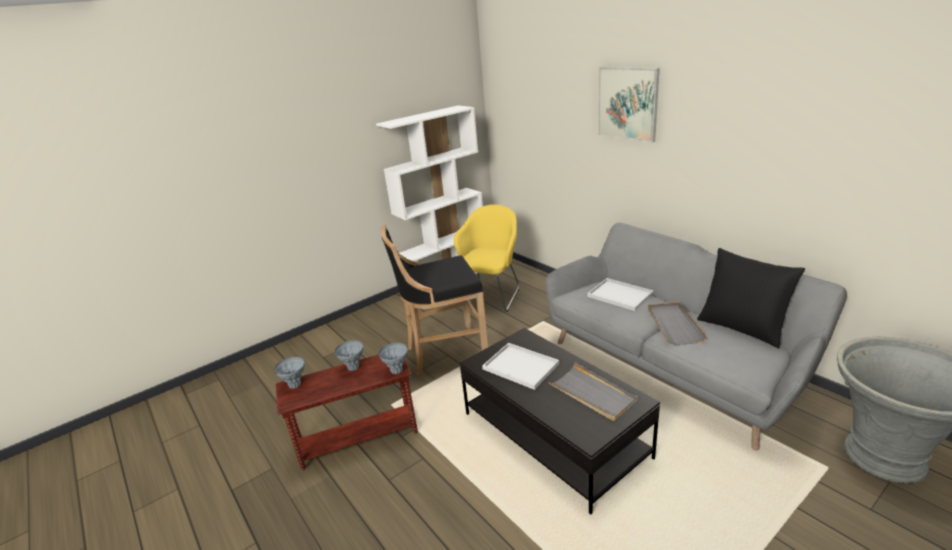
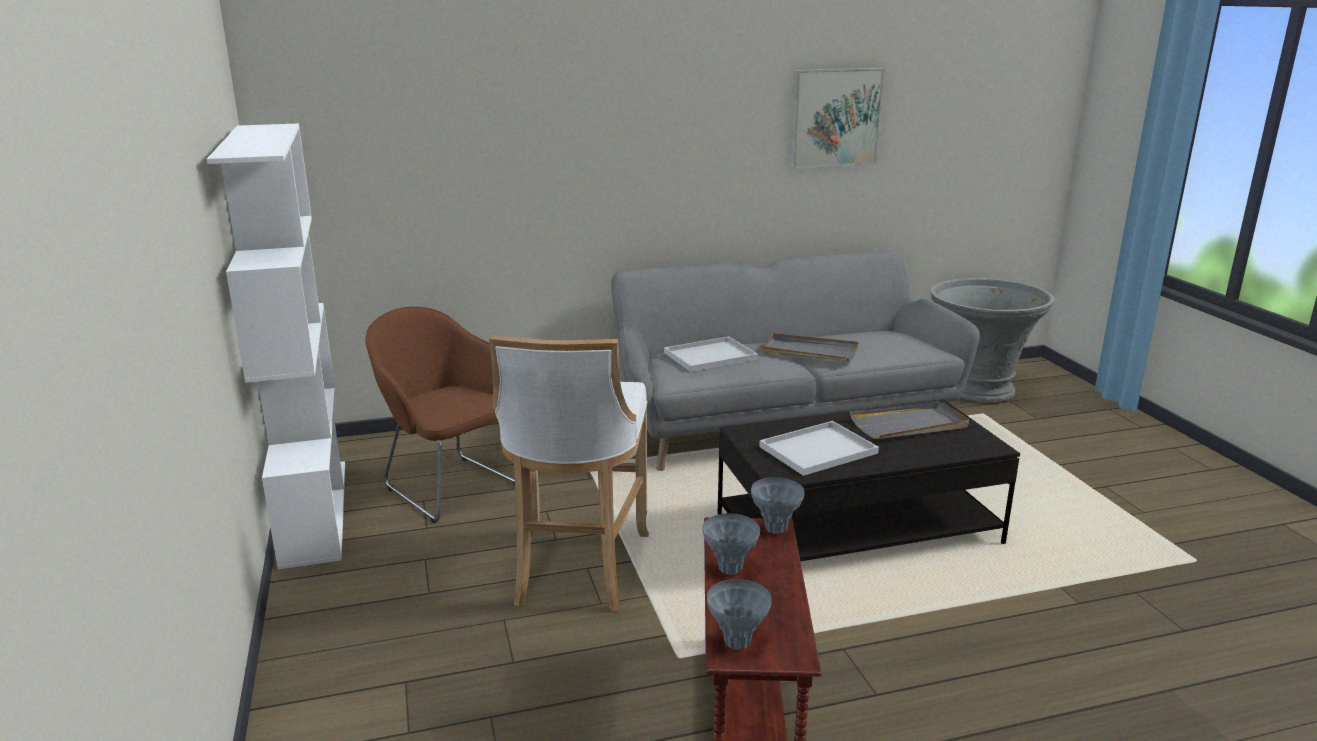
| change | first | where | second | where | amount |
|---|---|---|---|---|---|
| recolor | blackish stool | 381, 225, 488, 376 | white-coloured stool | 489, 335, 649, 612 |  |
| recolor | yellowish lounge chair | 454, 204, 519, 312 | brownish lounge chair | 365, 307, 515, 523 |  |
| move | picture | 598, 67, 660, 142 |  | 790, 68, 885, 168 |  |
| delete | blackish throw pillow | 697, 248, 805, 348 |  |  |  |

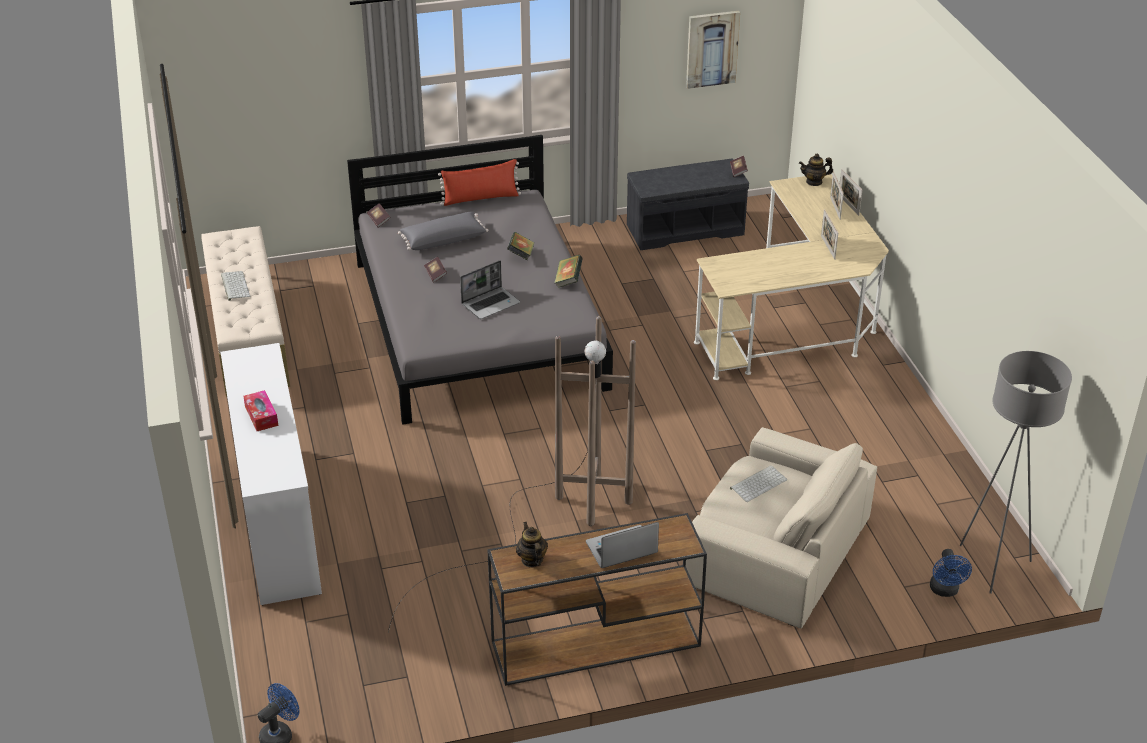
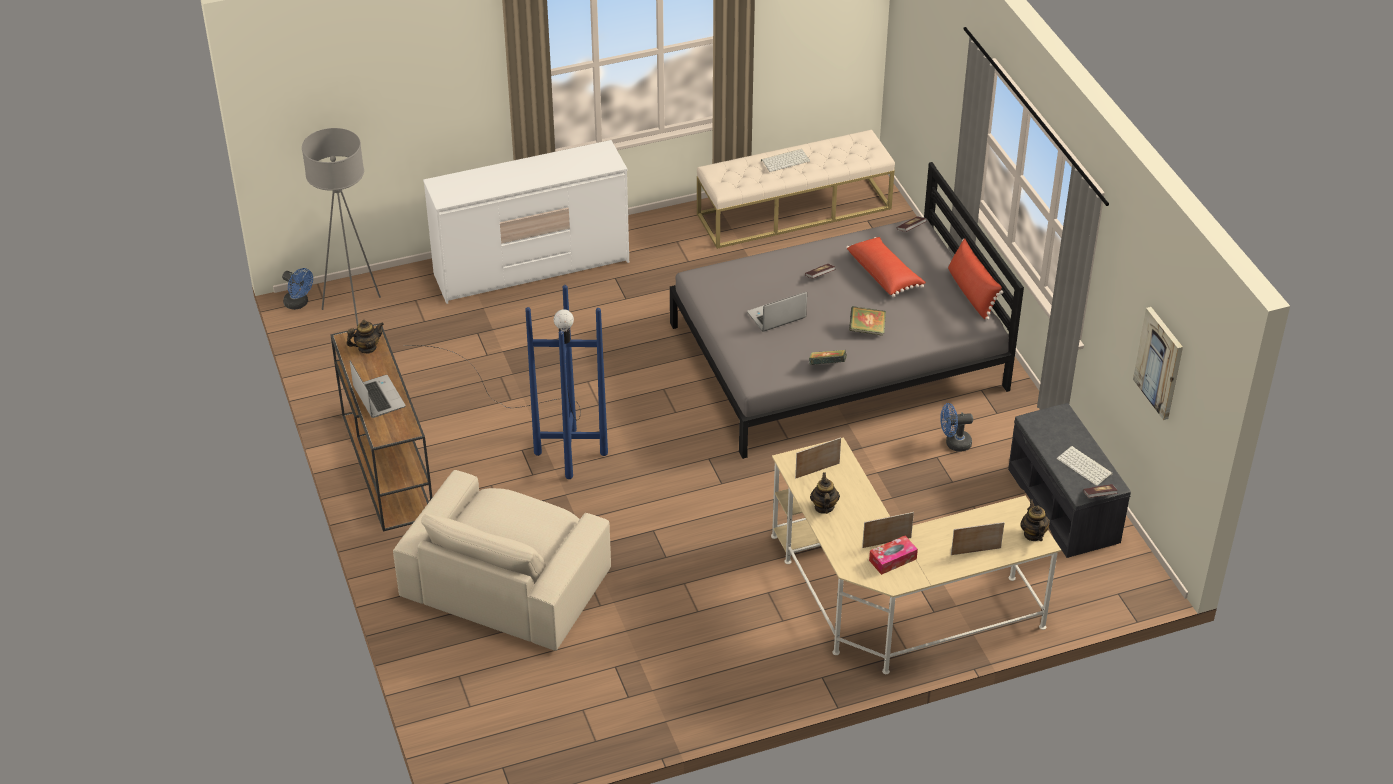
| change | first | where | second | where | amount |
|---|---|---|---|---|---|
| move | box of tissues | 243, 390, 279, 431 |  | 869, 535, 918, 575 |  |
| recolor | brownish standing lamp | 388, 316, 636, 633 | blue standing lamp | 403, 285, 608, 479 |  |
| recolor | greyish throw pillow | 398, 211, 488, 250 | red-coloured throw pillow | 846, 237, 926, 298 |  |
| rotate | laptop | 460, 261, 520, 319 |  | 747, 292, 807, 331 | 105 degrees clockwise |
| move | keyboard | 730, 465, 787, 502 |  | 1057, 446, 1113, 486 |  |
| move | standing frame | 840, 169, 863, 216 |  | 795, 437, 841, 479 |  |
| move | blue cooling fan | 930, 549, 972, 597 |  | 940, 403, 973, 452 |  |
| move | greyish standing lamp | 960, 351, 1072, 594 |  | 302, 128, 381, 326 |  |
| insert |  |  | pot for tea | 810, 472, 840, 514 |  |

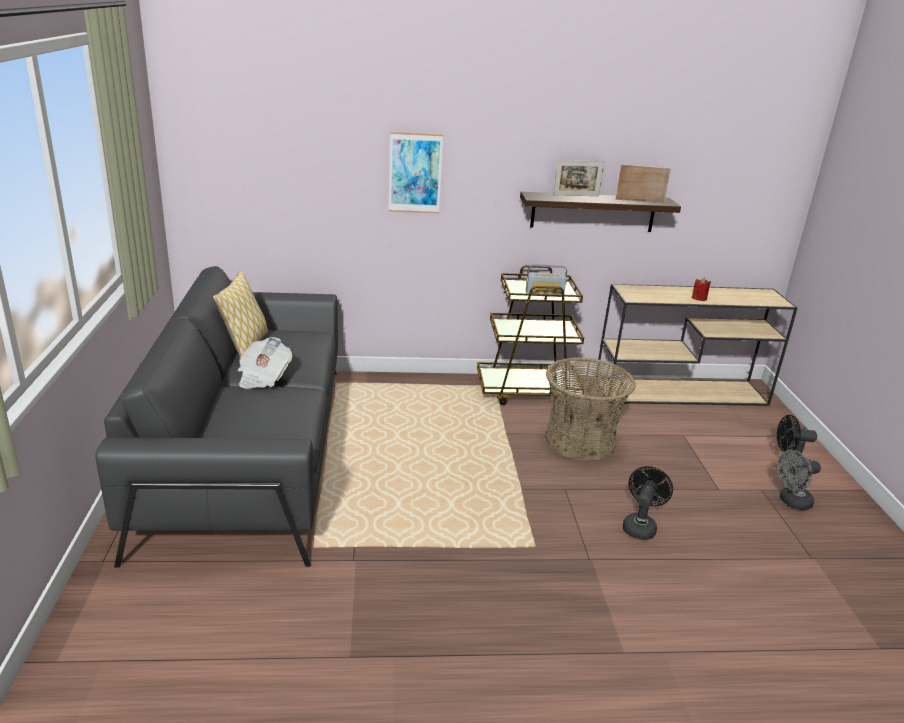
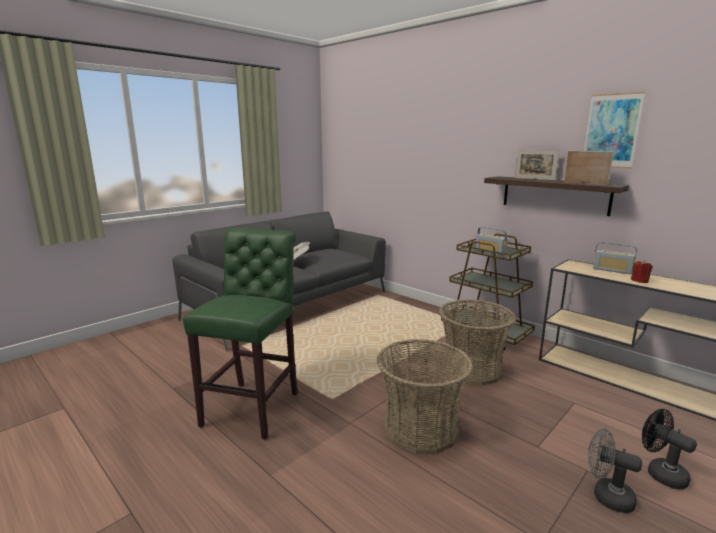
| change | first | where | second | where | amount |
|---|---|---|---|---|---|
| delete | throw pillow | 213, 271, 268, 357 |  |  |  |
| move | picture | 389, 132, 443, 213 |  | 584, 92, 645, 169 |  |
| replace | blackish cooling fan | 623, 466, 673, 540 | storage basket | 377, 339, 473, 454 |  |
| insert |  |  | green-coloured stool | 183, 228, 298, 440 |  |
| insert |  |  | radio set | 593, 242, 637, 274 |  |

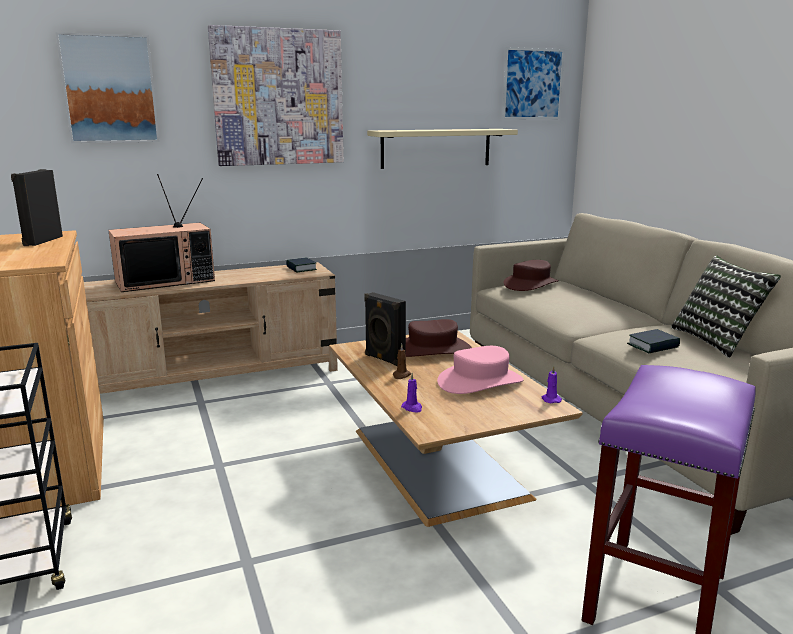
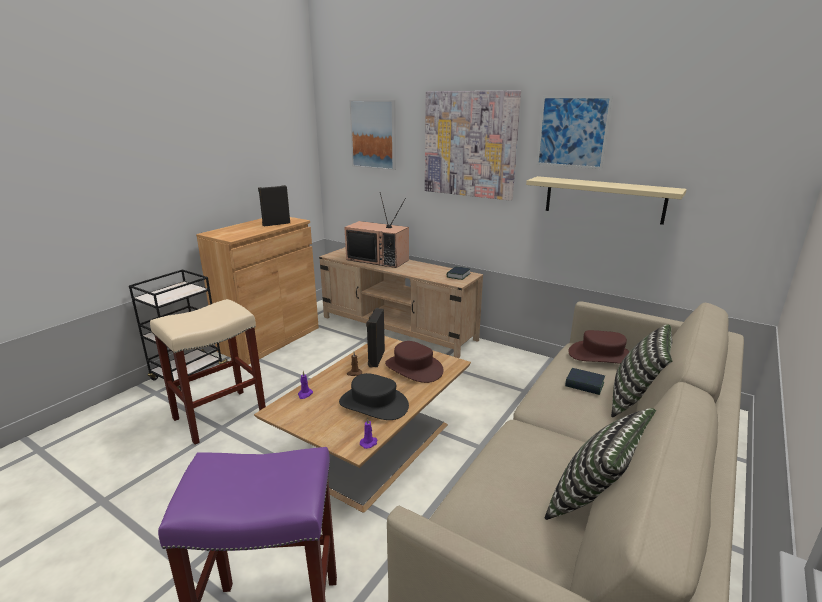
| change | first | where | second | where | amount |
|---|---|---|---|---|---|
| recolor | pink-coloured hat | 437, 346, 524, 394 | blackish hat | 339, 373, 409, 420 |  |
| move | picture | 502, 47, 565, 120 |  | 536, 96, 613, 169 |  |
| move | bound book | 627, 329, 680, 353 |  | 565, 368, 605, 395 |  |
| insert |  |  | beige stool | 150, 299, 266, 444 |  |
| insert |  |  | throw pillow | 611, 324, 672, 417 |  |

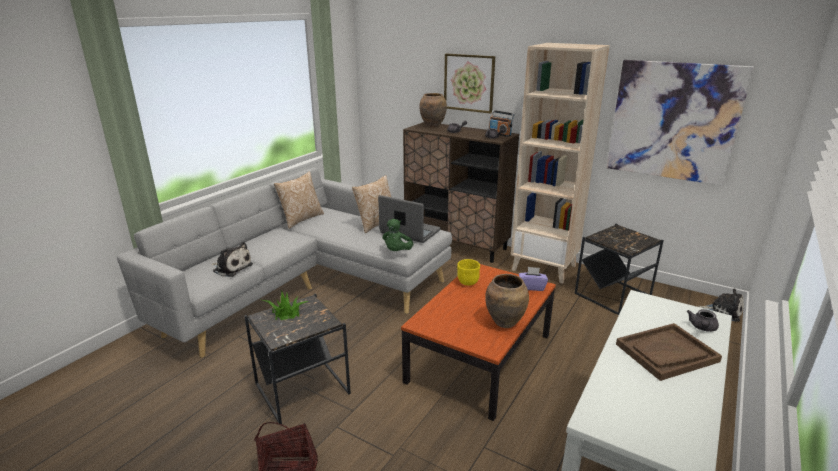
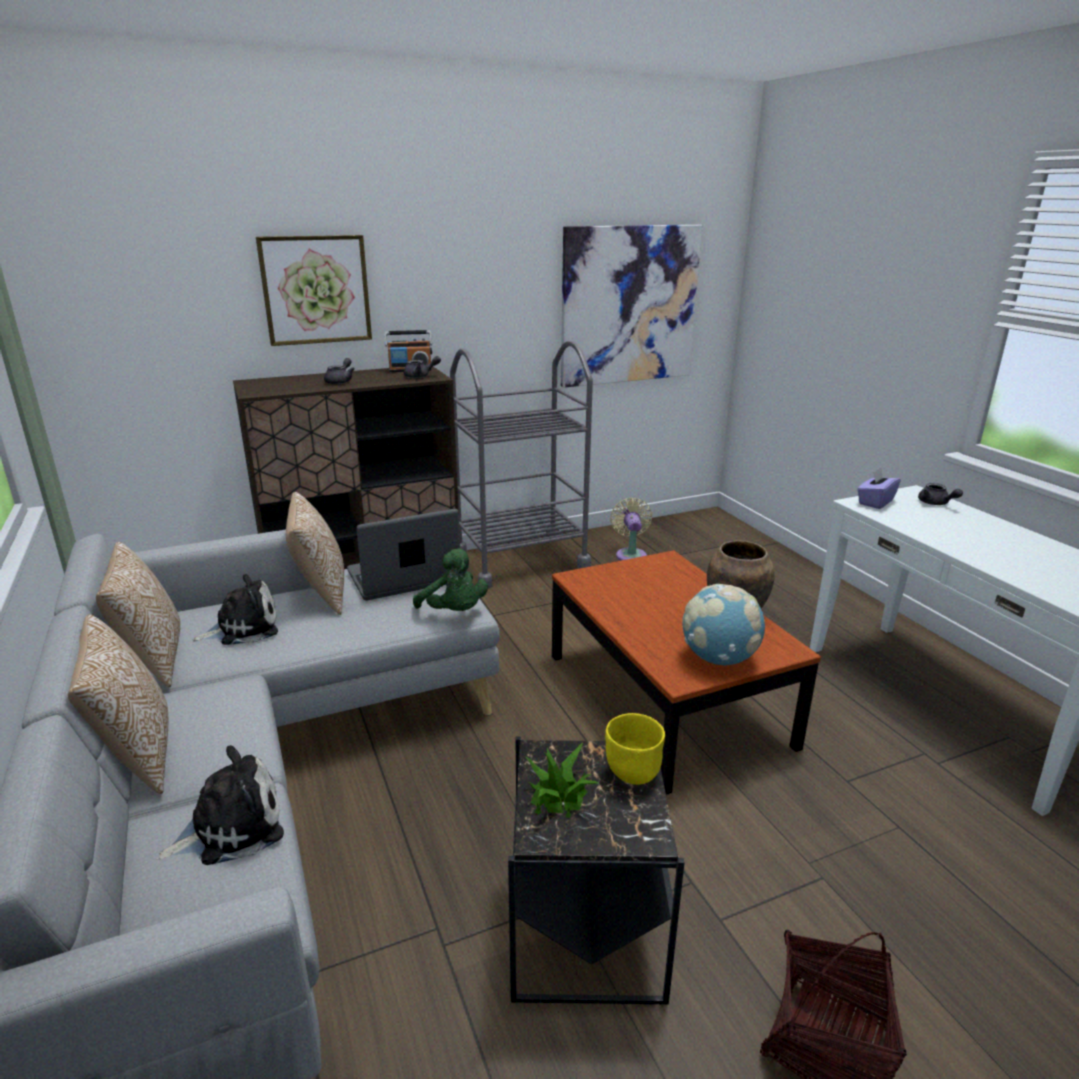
| change | first | where | second | where | amount |
|---|---|---|---|---|---|
| delete | brownish decorative vase | 419, 93, 447, 127 |  |  |  |
| move | yellowish bowl | 457, 259, 480, 285 |  | 605, 713, 665, 785 |  |
| replace | beige bookcase | 511, 43, 610, 284 | greyish trolley | 450, 341, 593, 588 |  |
| move | purplish box of tissues | 519, 267, 548, 291 |  | 857, 467, 901, 509 |  |
| replace | blackish end table | 575, 224, 664, 315 | beige cooling fan | 610, 498, 652, 560 |  |
| delete | brownish tray | 616, 323, 722, 381 |  |  |  |
| move | soft toy | 698, 288, 744, 322 |  | 192, 574, 278, 645 |  |
| insert |  |  | throw pillow | 68, 614, 168, 794 |  |
| insert |  |  | globe | 682, 584, 765, 665 |  |

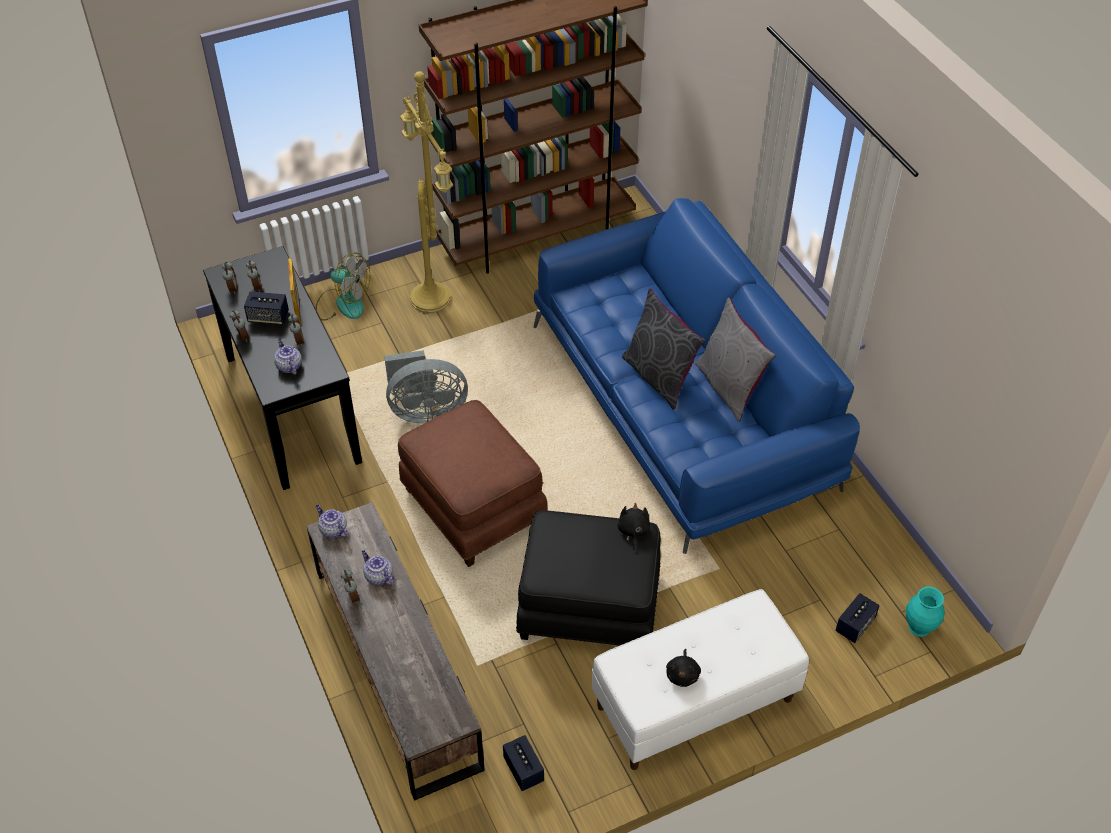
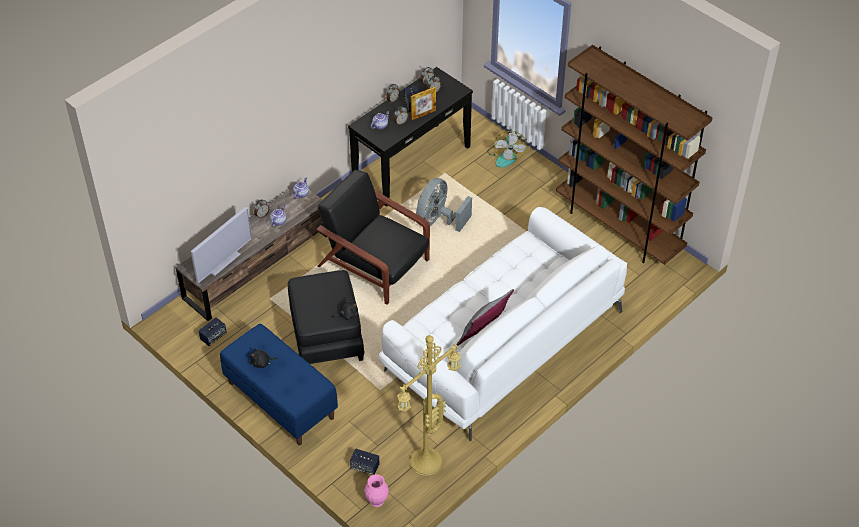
| change | first | where | second | where | amount |
|---|---|---|---|---|---|
| rotate | greyish cooling fan | 384, 350, 468, 423 |  | 416, 178, 472, 232 | 60 degrees clockwise |
| replace | brownish pouffe | 398, 400, 548, 567 | blackish lounge chair | 316, 170, 430, 305 |  |
| move | yellowish standing lamp | 400, 71, 453, 313 |  | 397, 335, 461, 476 |  |
| recolor | blue settee | 534, 198, 860, 554 | white-coloured settee | 379, 207, 627, 441 |  |
| recolor | white-coloured bench | 592, 589, 809, 770 | blue bench | 220, 324, 338, 445 |  |
| delete | greyish throw pillow | 622, 288, 705, 410 |  |  |  |
| recolor | turquoise decorative vase | 906, 586, 945, 637 | pink-coloured decorative vase | 364, 474, 389, 507 |  |
| insert |  |  | television | 191, 206, 252, 283 |  |

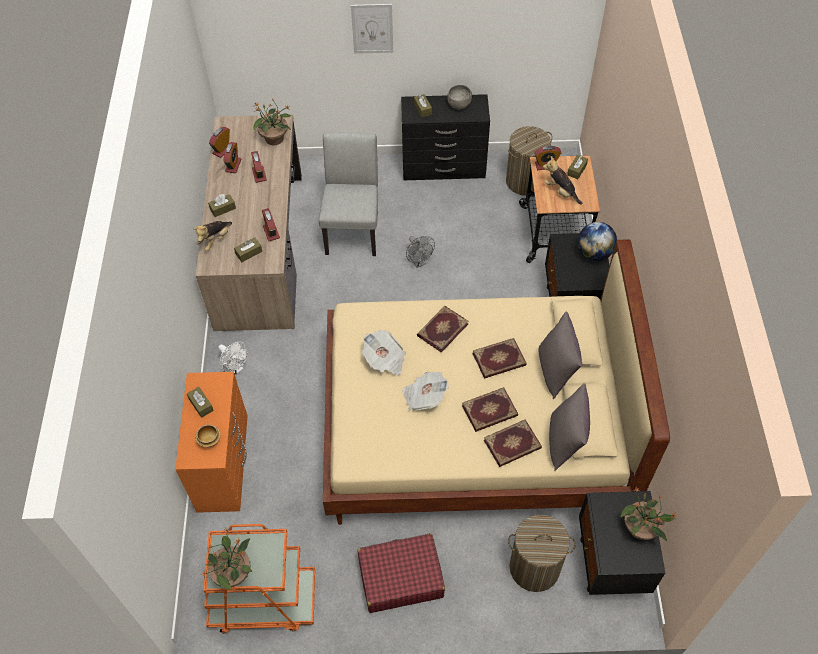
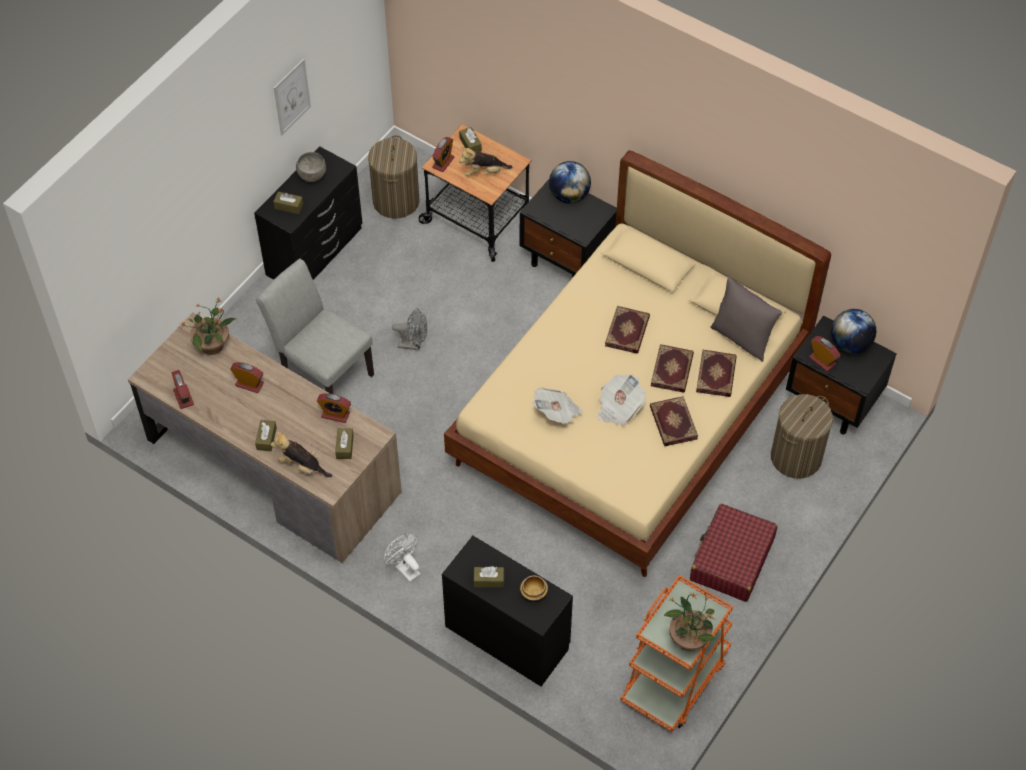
| change | first | where | second | where | amount |
|---|---|---|---|---|---|
| recolor | orange chest of drawers | 175, 372, 248, 513 | blackish chest of drawers | 442, 536, 573, 687 |  |
| rotate | soft toy | 193, 221, 232, 251 |  | 271, 431, 333, 477 | 135 degrees clockwise |
| rotate | white-coloured cooling fan | 218, 342, 248, 376 |  | 384, 534, 421, 582 | 120 degrees counterclockwise |
| move | bedside clock | 223, 142, 241, 173 |  | 809, 336, 840, 372 |  |
| move | picture | 351, 4, 393, 54 |  | 274, 59, 311, 135 |  |
| move | bound book | 417, 306, 469, 353 |  | 650, 396, 698, 446 |  |
| delete | greyish throw pillow | 539, 311, 582, 399 |  |  |  |
| replace | houseplant | 621, 486, 678, 542 | globe | 831, 309, 876, 353 |  |

